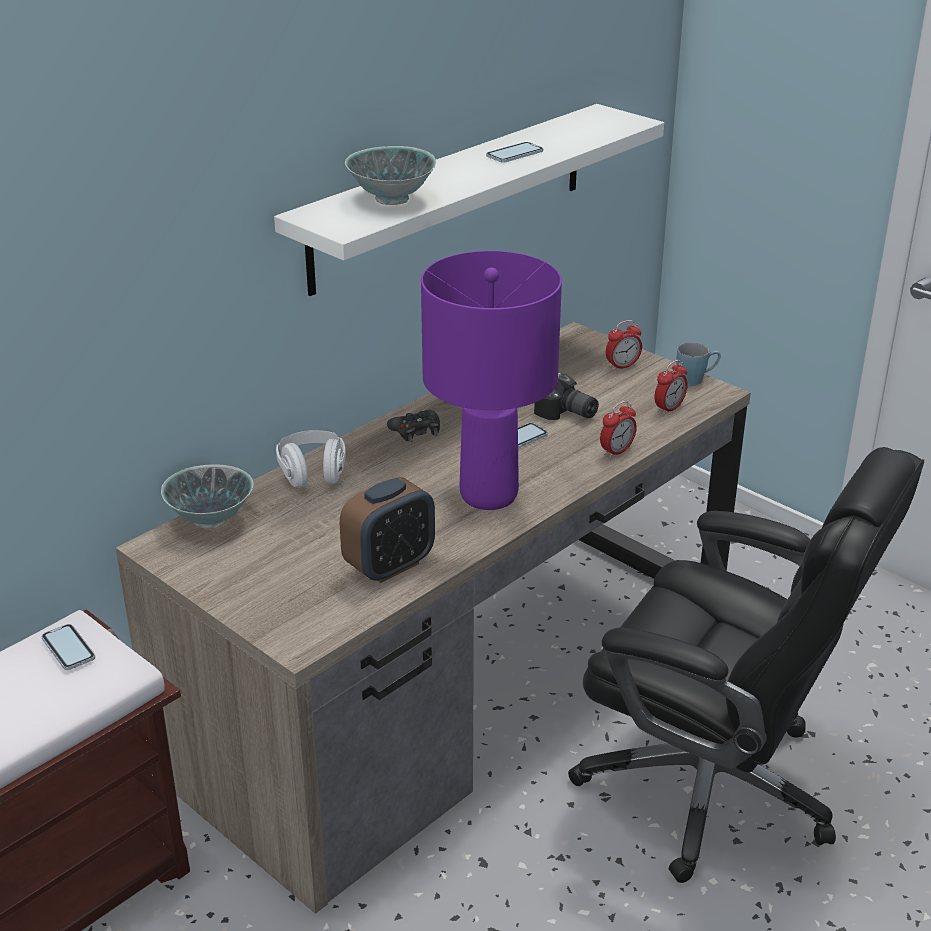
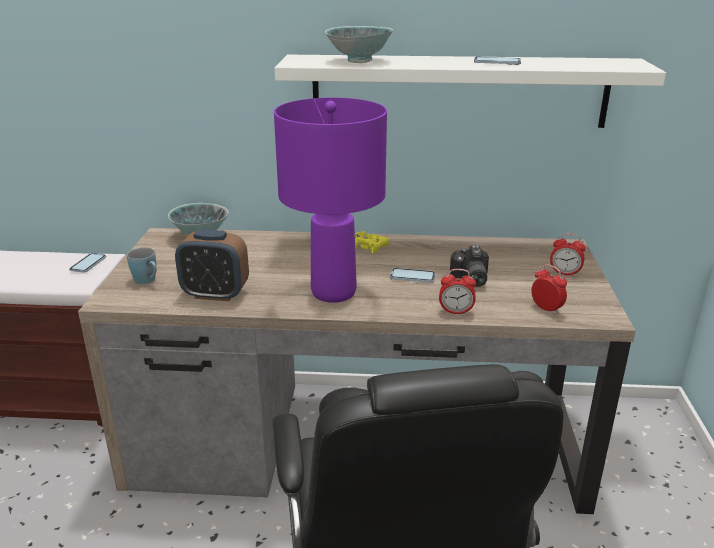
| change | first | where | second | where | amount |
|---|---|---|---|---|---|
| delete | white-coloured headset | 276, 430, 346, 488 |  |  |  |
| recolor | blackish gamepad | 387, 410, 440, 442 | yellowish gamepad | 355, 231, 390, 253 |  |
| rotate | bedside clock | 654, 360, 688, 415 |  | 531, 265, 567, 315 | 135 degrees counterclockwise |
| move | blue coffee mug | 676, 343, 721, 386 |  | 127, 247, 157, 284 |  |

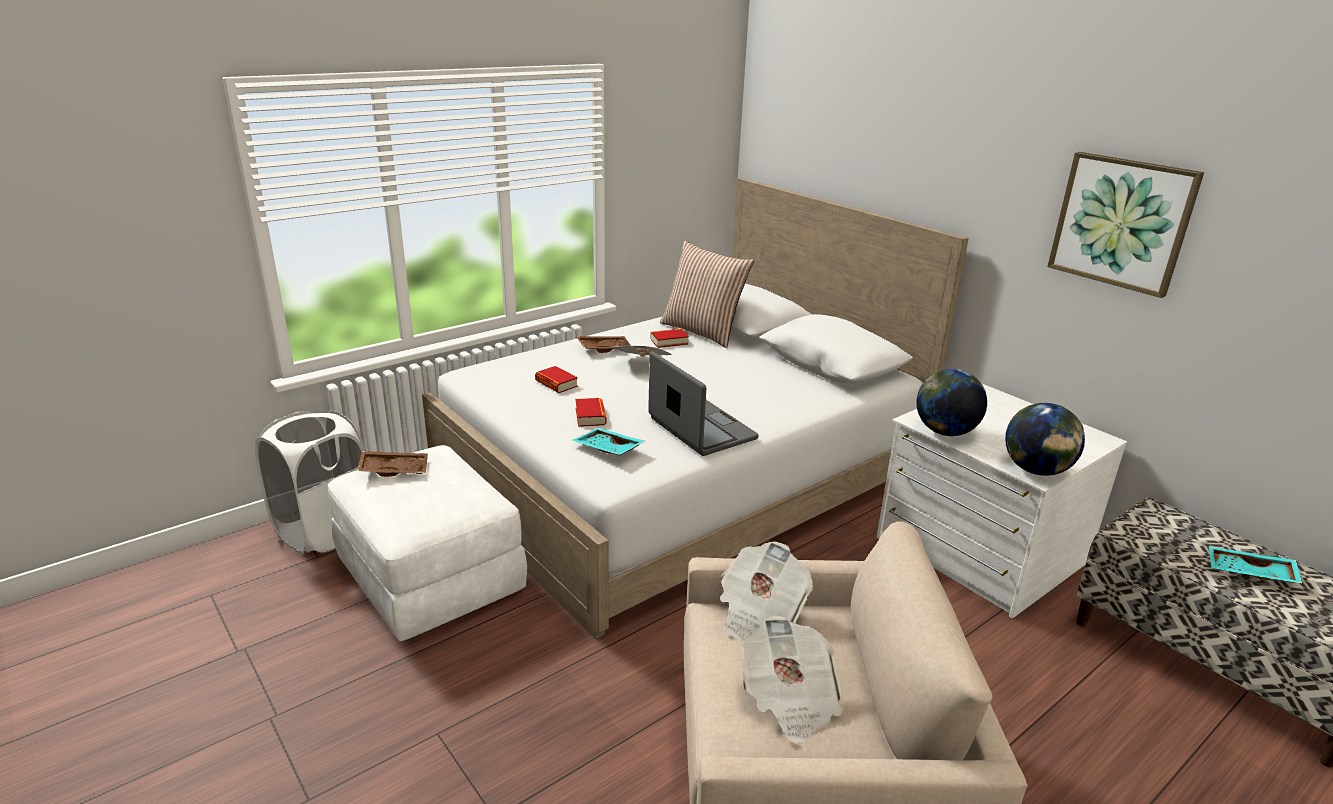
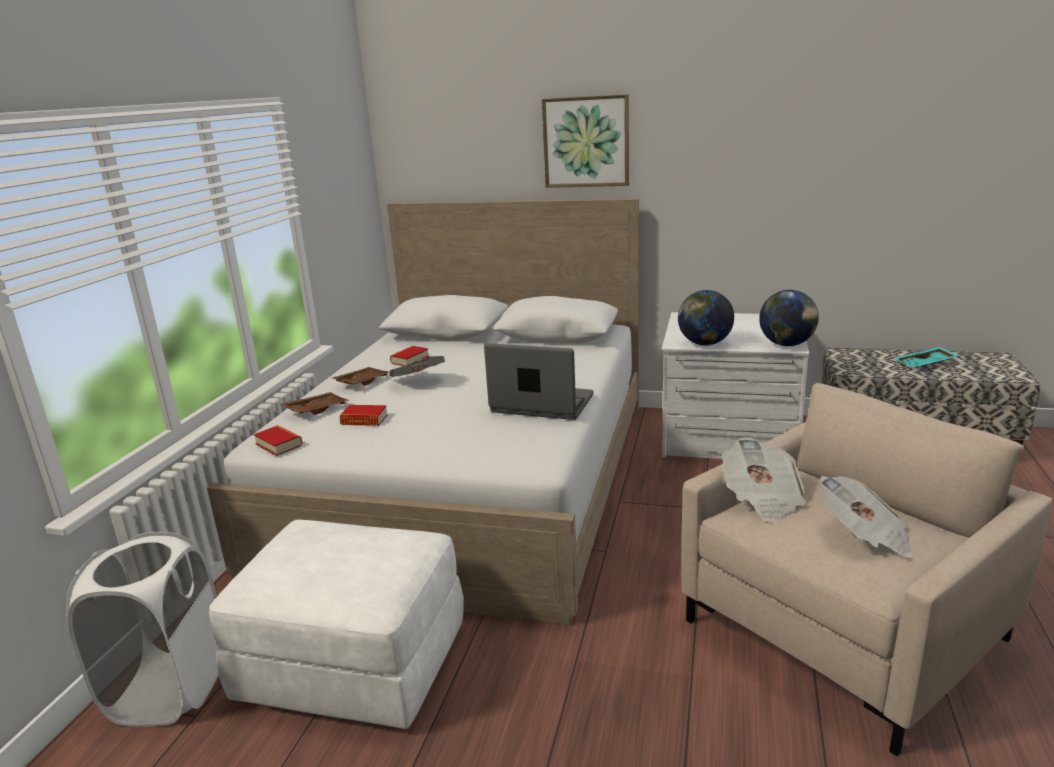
| change | first | where | second | where | amount |
|---|---|---|---|---|---|
| move | brownish tray | 357, 451, 428, 477 |  | 281, 392, 350, 415 |  |
| delete | turquoise tray | 573, 428, 645, 455 |  |  |  |
| move | bound book | 575, 398, 606, 427 |  | 253, 425, 303, 456 |  |
| delete | throw pillow | 660, 241, 754, 348 |  |  |  |
| move | picture | 1047, 152, 1204, 298 |  | 542, 94, 629, 188 |  |

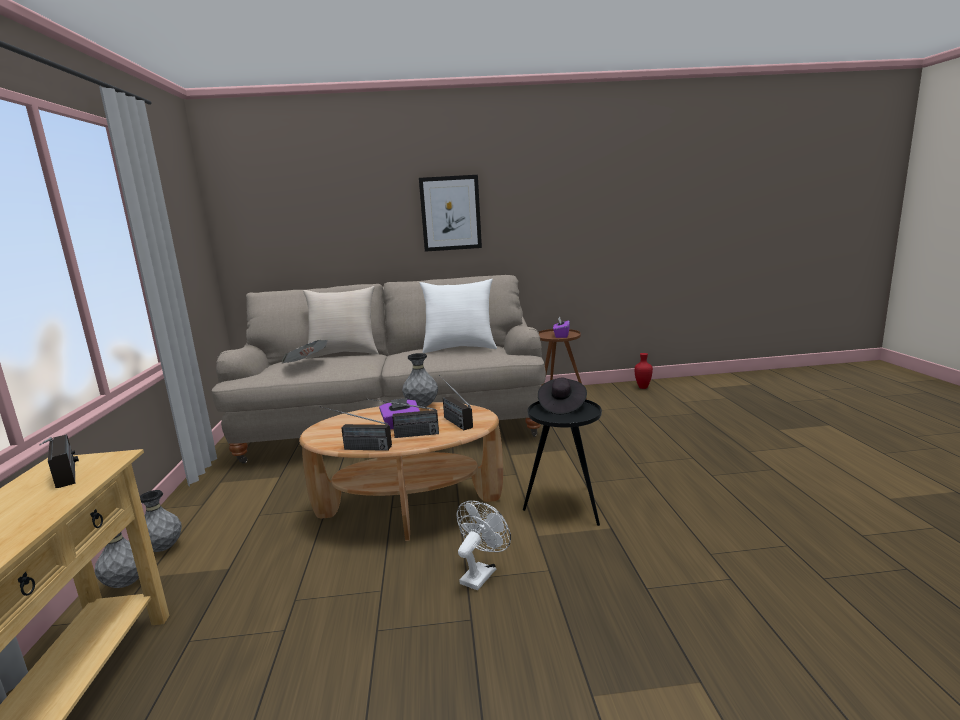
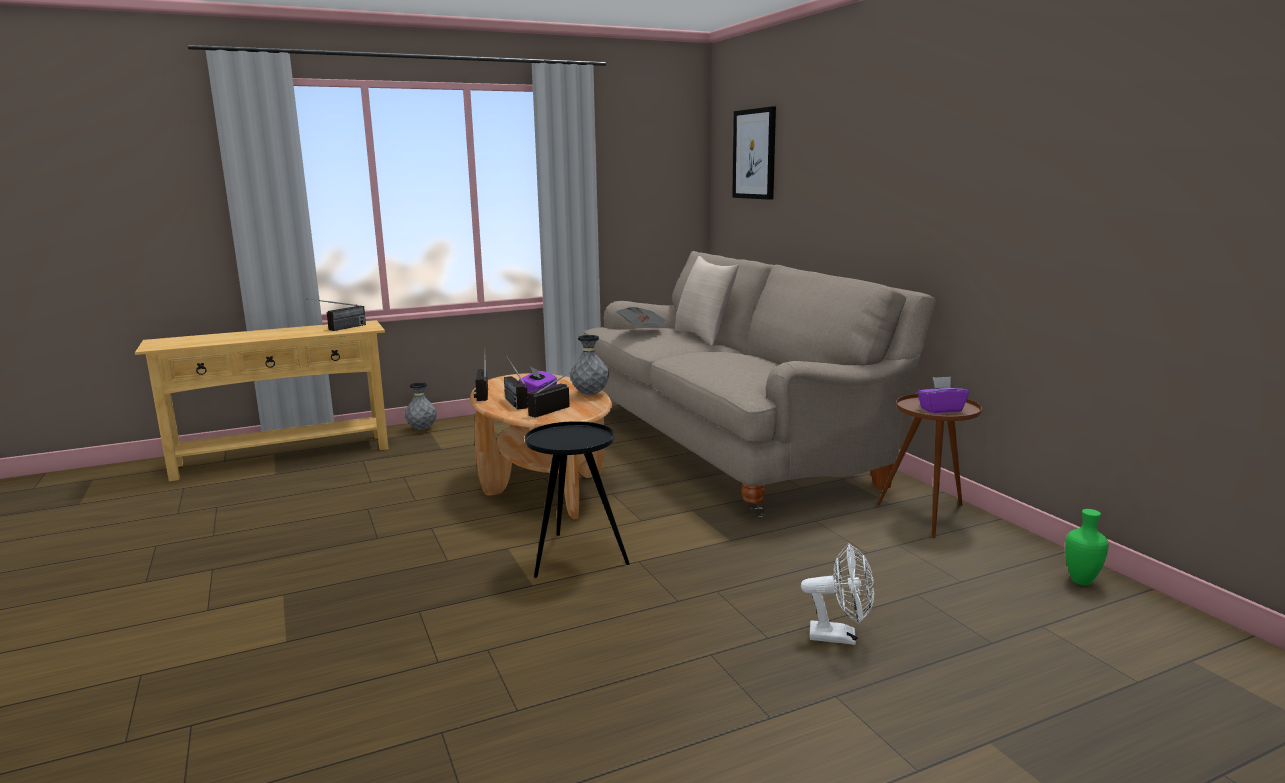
| change | first | where | second | where | amount |
|---|---|---|---|---|---|
| delete | greyish decorative vase | 140, 490, 182, 552 |  |  |  |
| move | picture | 419, 175, 482, 252 |  | 732, 106, 776, 200 |  |
| delete | white-coloured throw pillow | 419, 279, 497, 353 |  |  |  |
| move | white-coloured cooling fan | 456, 501, 511, 590 |  | 801, 543, 874, 645 |  |
| delete | blackish hat | 538, 378, 587, 414 |  |  |  |
| recolor | red-coloured decorative vase | 634, 353, 653, 389 | green-coloured decorative vase | 1065, 509, 1109, 585 |  |

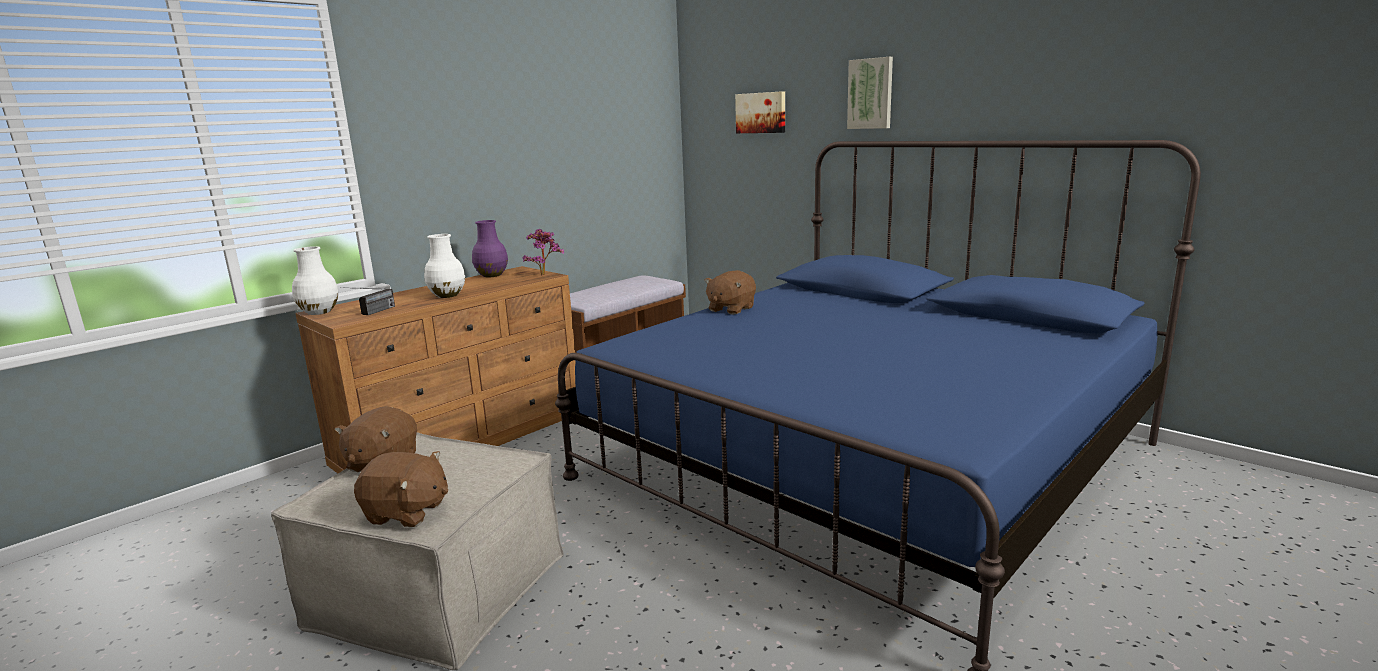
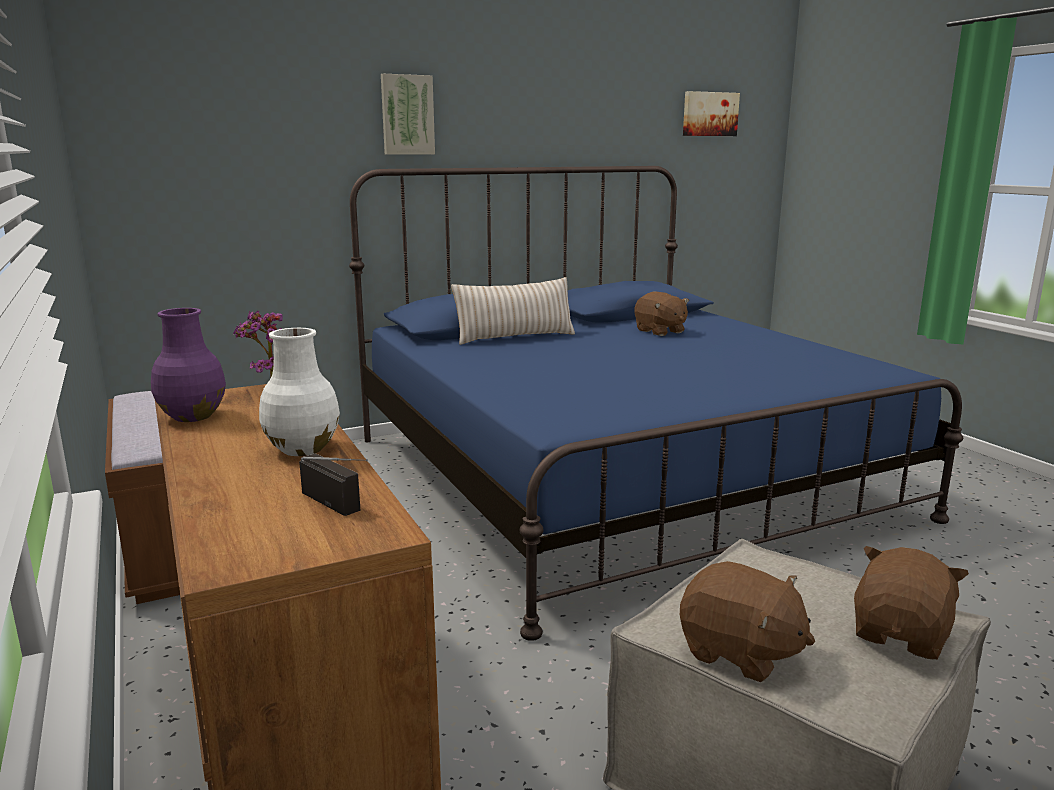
| change | first | where | second | where | amount |
|---|---|---|---|---|---|
| delete | white-coloured decorative vase | 292, 246, 339, 315 |  |  |  |
| move | brownish soft toy | 704, 270, 756, 315 |  | 634, 292, 689, 336 |  |
| move | picture | 735, 91, 785, 133 |  | 683, 91, 740, 136 |  |
| insert |  |  | beige throw pillow | 451, 277, 575, 345 |  |

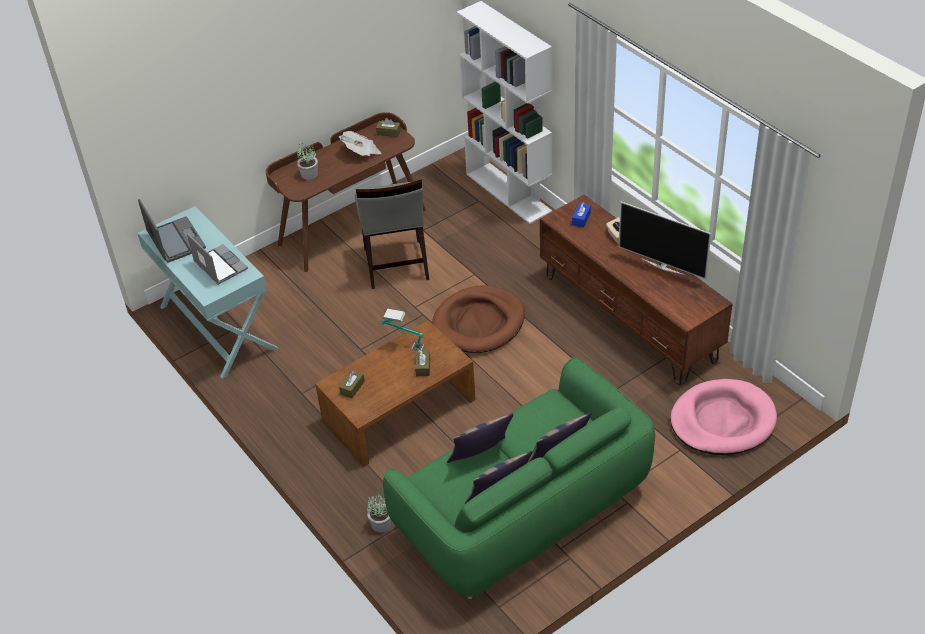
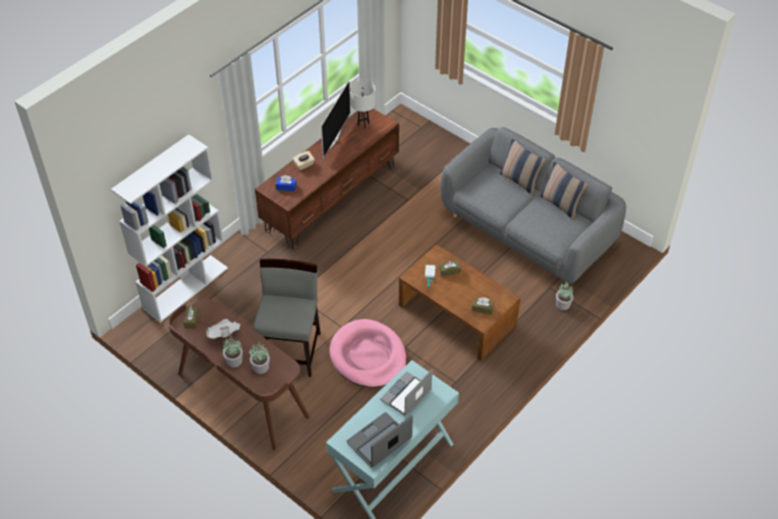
| change | first | where | second | where | amount |
|---|---|---|---|---|---|
| rotate | greyish upright chair | 355, 180, 429, 289 |  | 253, 259, 321, 377 | 60 degrees counterclockwise |
| recolor | green-coloured settee | 383, 357, 655, 599 | greyish settee | 440, 127, 626, 286 |  |
| delete | brownish pet bed | 432, 285, 525, 353 |  |  |  |
| delete | throw pillow | 447, 413, 513, 463 |  |  |  |
| move | pink-coloured pet bed | 671, 379, 777, 455 |  | 330, 319, 407, 388 |  |
| insert |  |  | houseplant | 223, 336, 243, 368 |  |
| insert |  |  | white-coloured lamp for a table | 350, 80, 376, 128 |  |

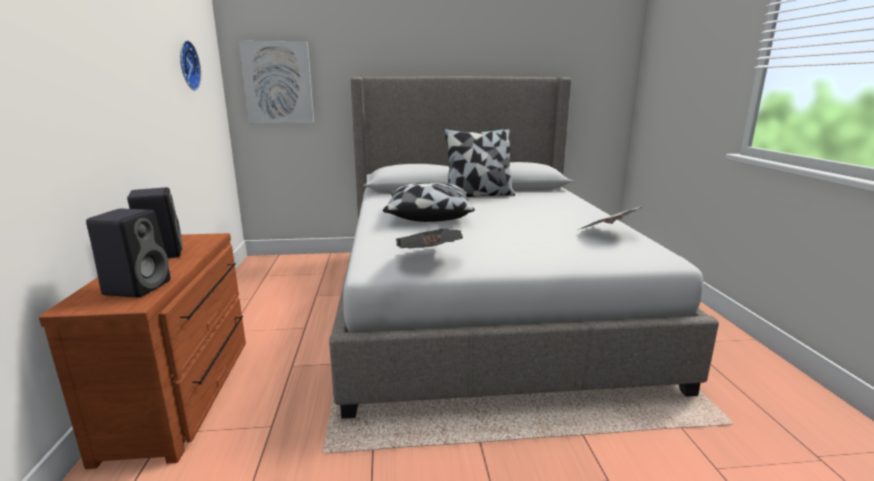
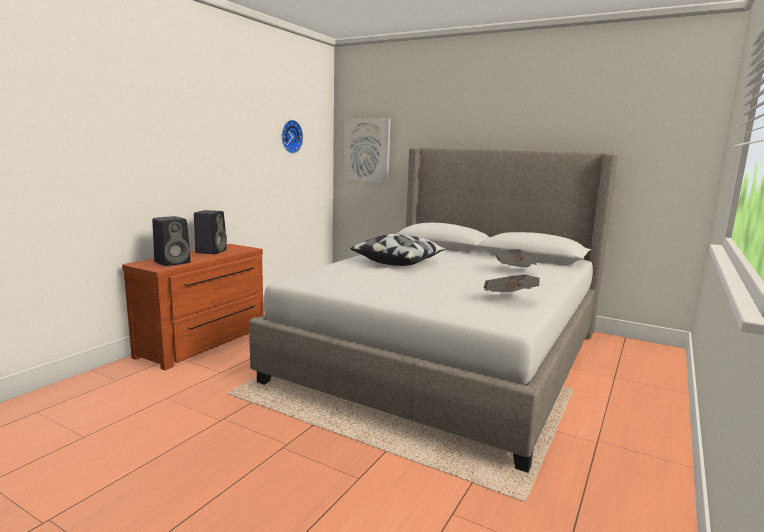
| change | first | where | second | where | amount |
|---|---|---|---|---|---|
| move | printed paper | 396, 229, 463, 248 |  | 493, 249, 540, 267 |  |
| delete | throw pillow | 444, 128, 515, 197 |  |  |  |

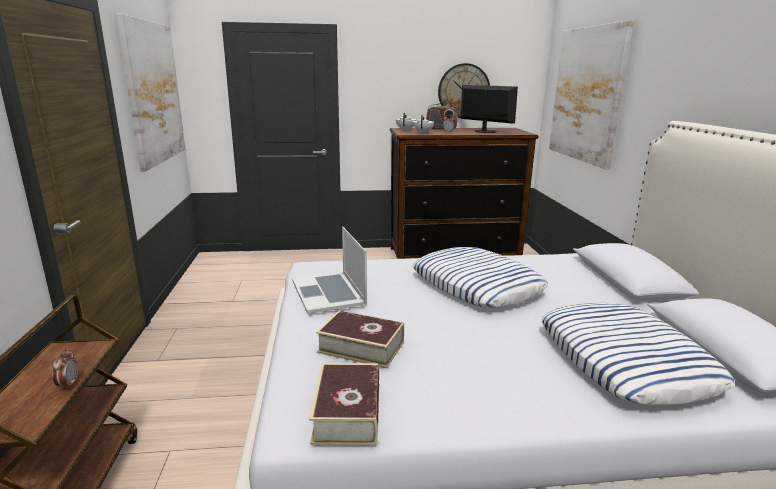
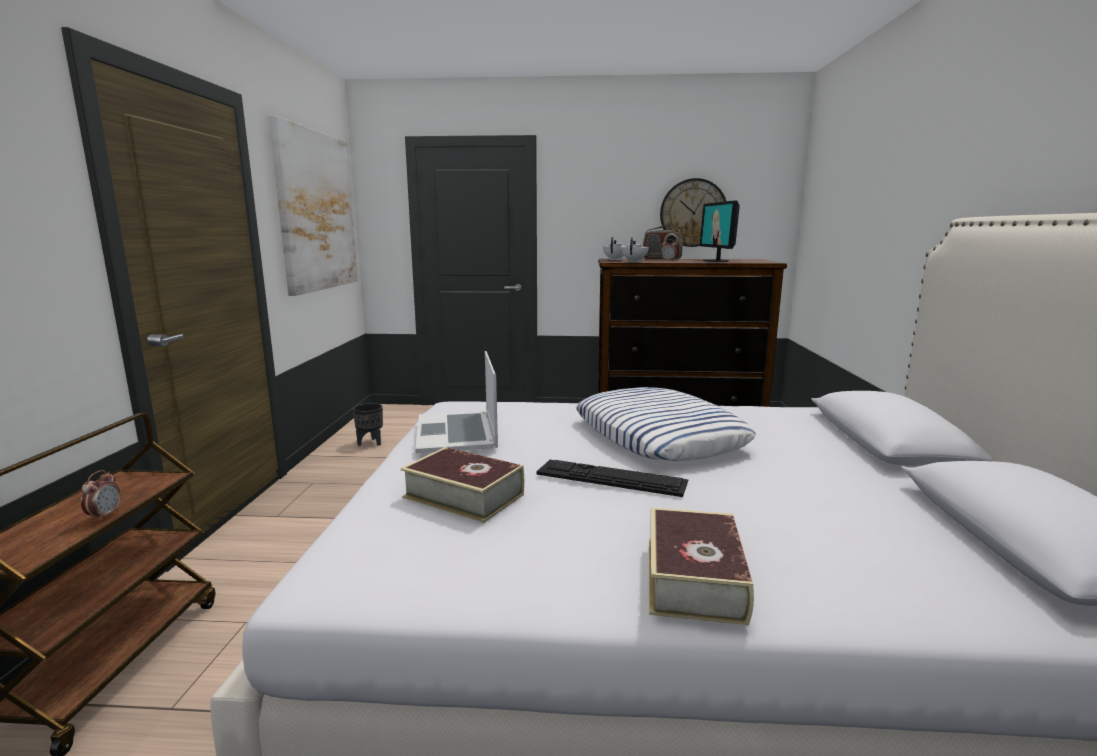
| change | first | where | second | where | amount |
|---|---|---|---|---|---|
| move | bound book | 309, 363, 379, 445 |  | 649, 507, 754, 625 |  |
| rotate | monitor | 461, 85, 518, 133 |  | 700, 200, 740, 262 | 150 degrees counterclockwise |
| delete | throw pillow | 541, 303, 734, 405 |  |  |  |
| delete | picture | 549, 20, 634, 170 |  |  |  |
| insert |  |  | blackish planter | 353, 403, 383, 446 |  |
| insert |  |  | keyboard | 536, 460, 688, 497 |  |

